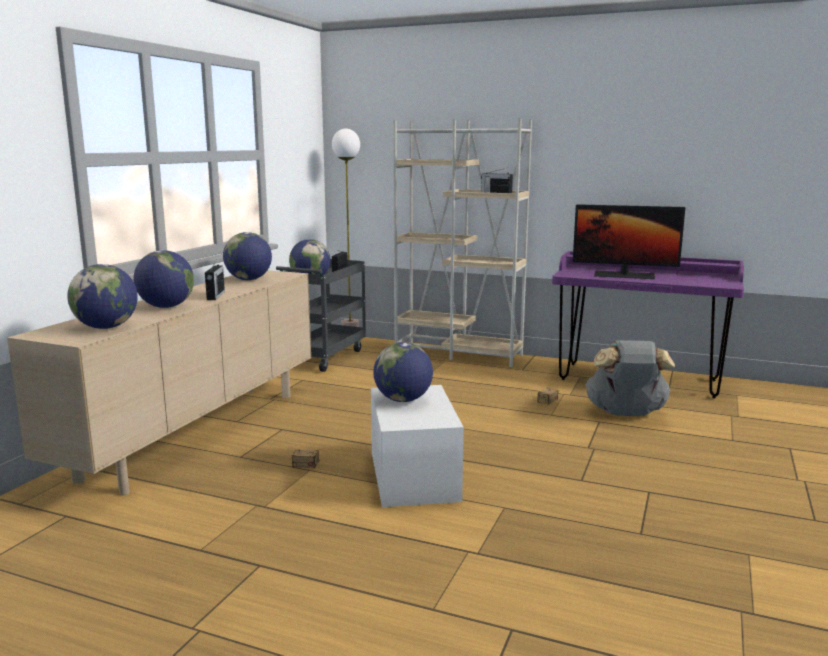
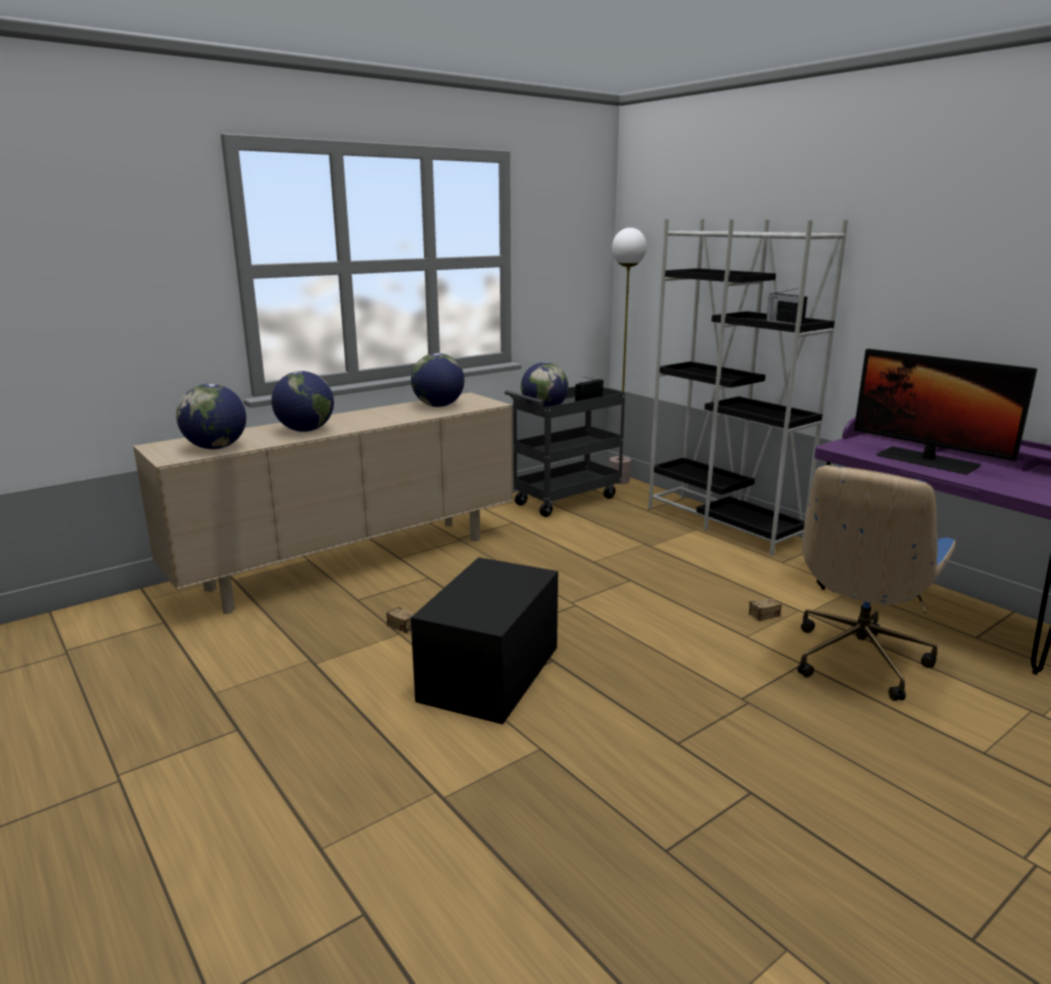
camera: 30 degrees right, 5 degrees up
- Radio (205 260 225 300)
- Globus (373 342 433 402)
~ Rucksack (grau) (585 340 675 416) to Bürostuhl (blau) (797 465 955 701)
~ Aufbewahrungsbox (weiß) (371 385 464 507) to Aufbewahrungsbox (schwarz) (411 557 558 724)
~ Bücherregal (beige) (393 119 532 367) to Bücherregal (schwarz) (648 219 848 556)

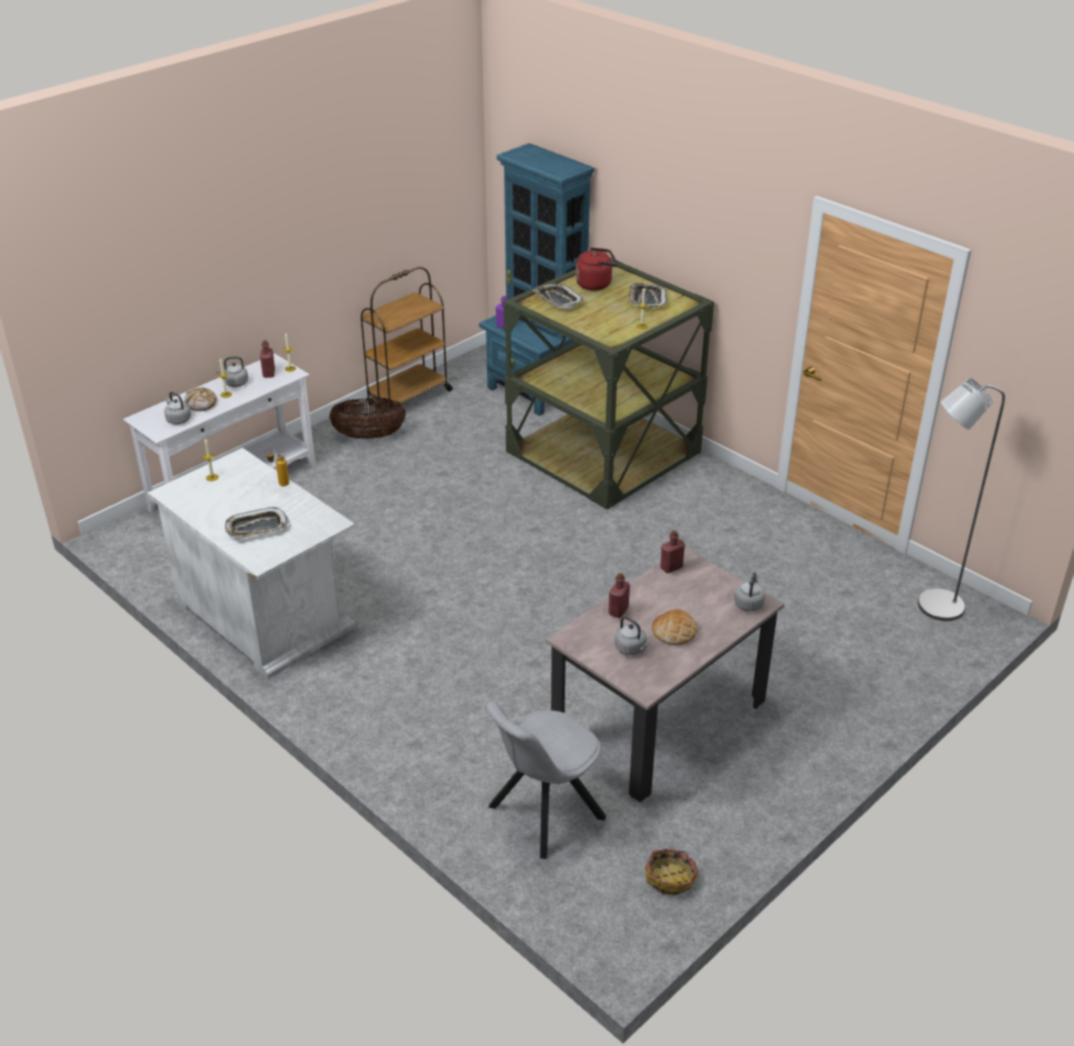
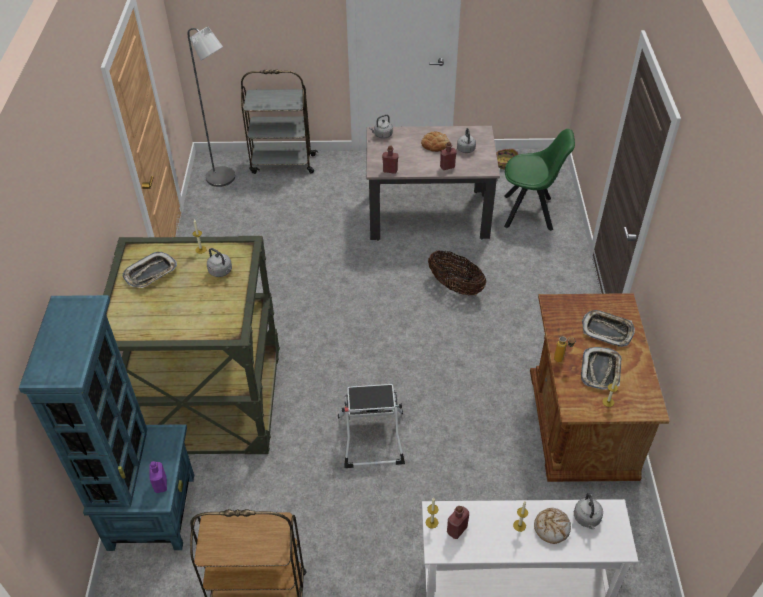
camera: 135 degrees left, 10 degrees up
- Wasserkessel (rot) (576 247 618 290)
+ Rollwagen (grau) (241 70 318 174)
+ Trittleiter (338 384 405 468)
~ Wasserkessel (grau) (215 356 248 387) to (207 248 232 277)
~ Korb (329 398 406 439) to (428 250 486 295)
~ Tablett (533 284 584 308) to (581 347 622 390)
~ Schrank (weiß) (147 448 356 679) to Schrank (braun) (530 293 670 482)
~ Stuhl (grau) (486 701 606 859) to Stuhl (grün) (504 129 575 231)

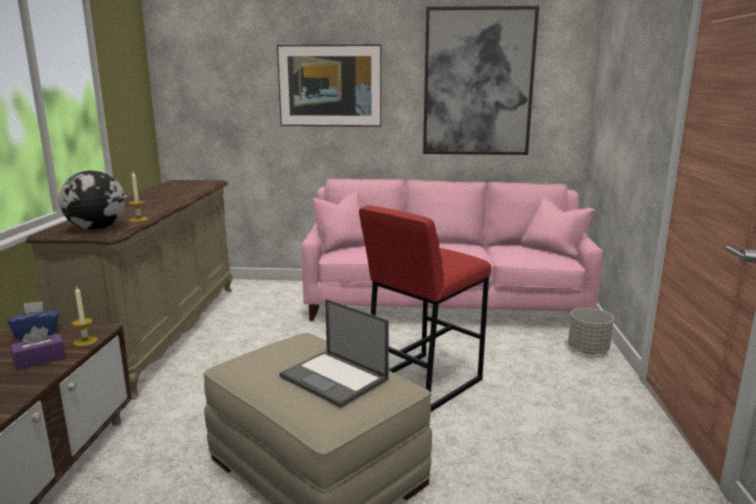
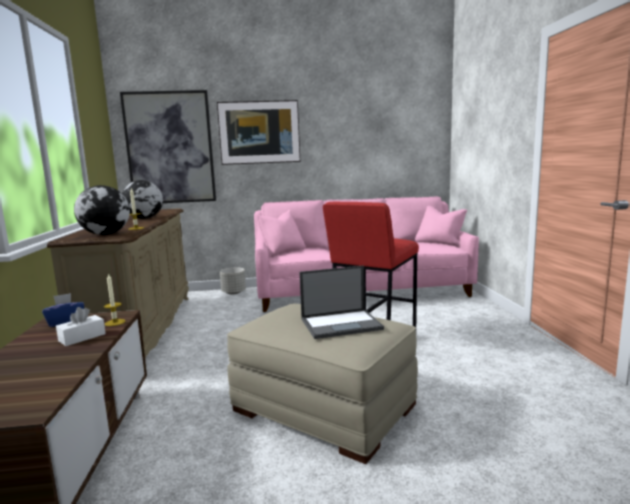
camera: 10 degrees left, 5 degrees down
+ Globus (122 180 163 219)
~ Bild (423 6 539 155) to (120 90 216 203)
~ Pflanzkübel (grau) (568 308 614 354) to (220 267 246 294)
~ Taschentuchbox (lila) (10 326 66 370) to Taschentuchbox (weiß) (56 307 106 346)
~ Laptop (279 299 389 408) = (299 265 384 339) 45 degrees counterclockwise

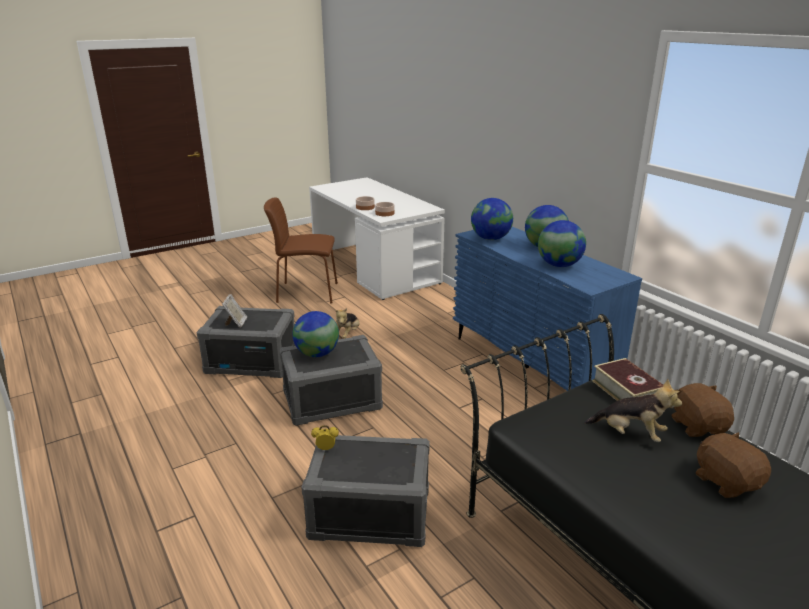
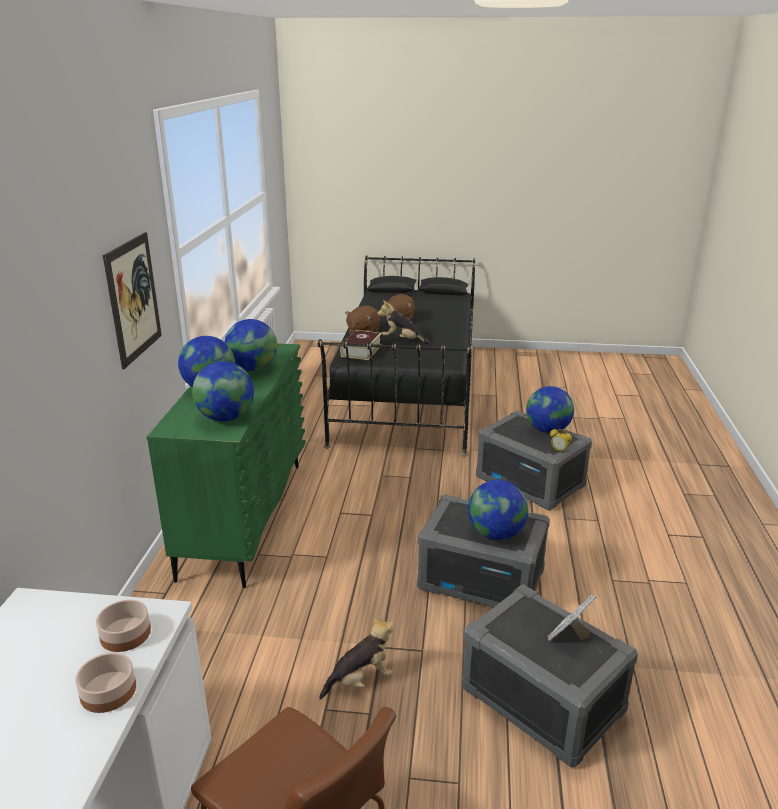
camera: 140 degrees left, 0 degrees up
+ Bild (103 232 162 369)
+ Globus (526 386 574 433)
~ Kommode (blau) (453 227 642 391) to Kommode (grün) (146 343 306 588)
~ Plüschtier (584 379 682 442) = (377 300 430 344) 45 degrees counterclockwise

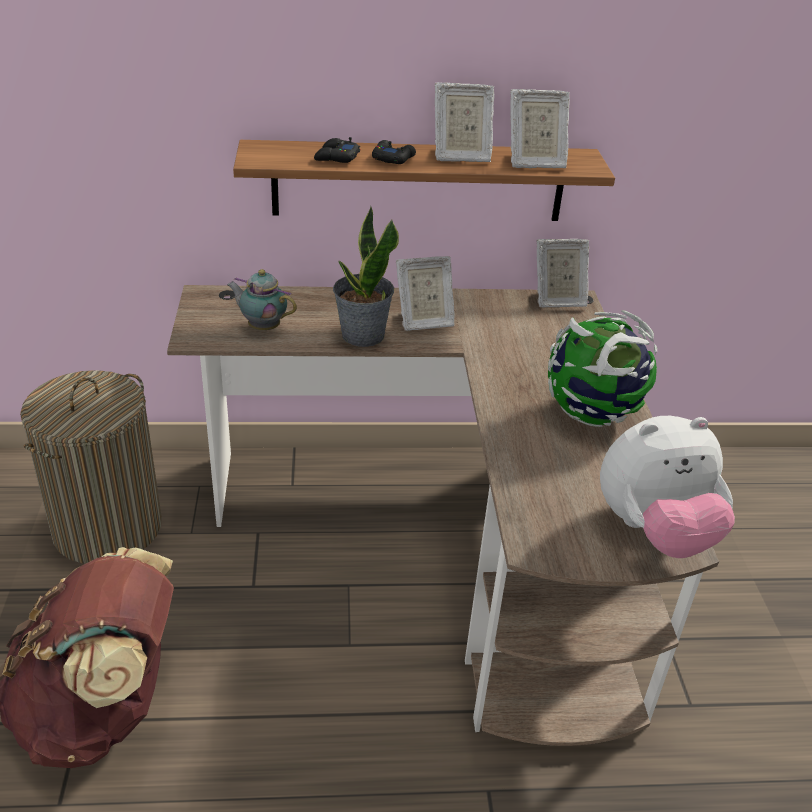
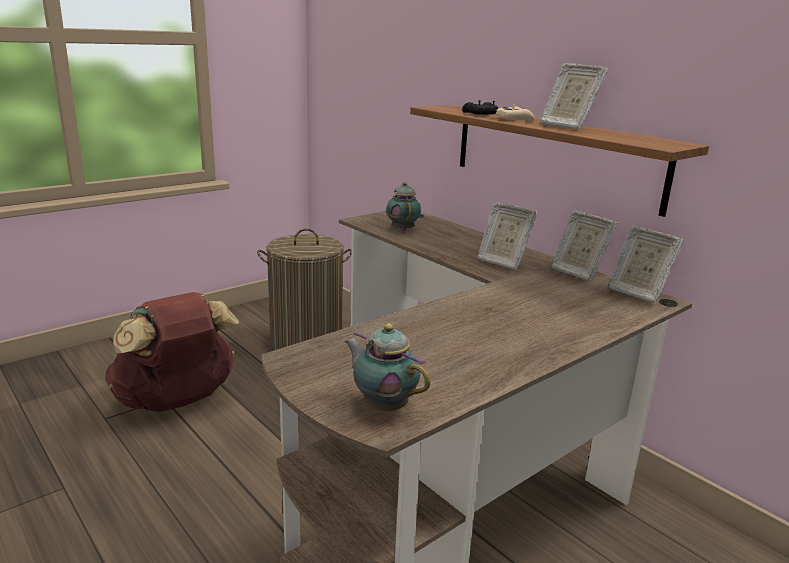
camera: 55 degrees right, 15 degrees down
- Topfpflanze (333 206 399 347)
- Globus (548 310 657 427)
~ Bilderrahmen (510 89 570 168) to (552 210 617 281)
~ Plüschtier (600 416 735 558) to Teekanne (345 323 430 411)
~ Gamepad (schwarz) (372 140 416 164) to Gamepad (beige) (496 105 535 121)

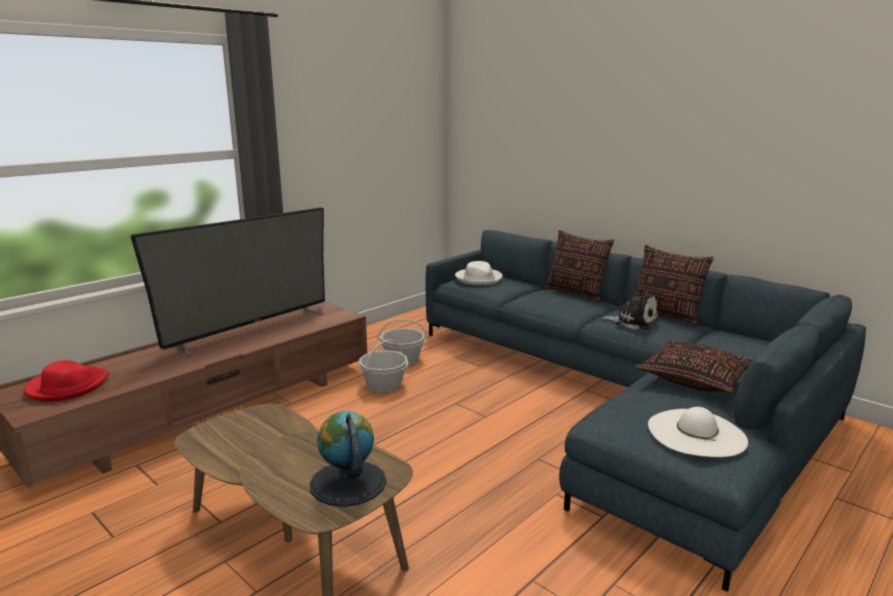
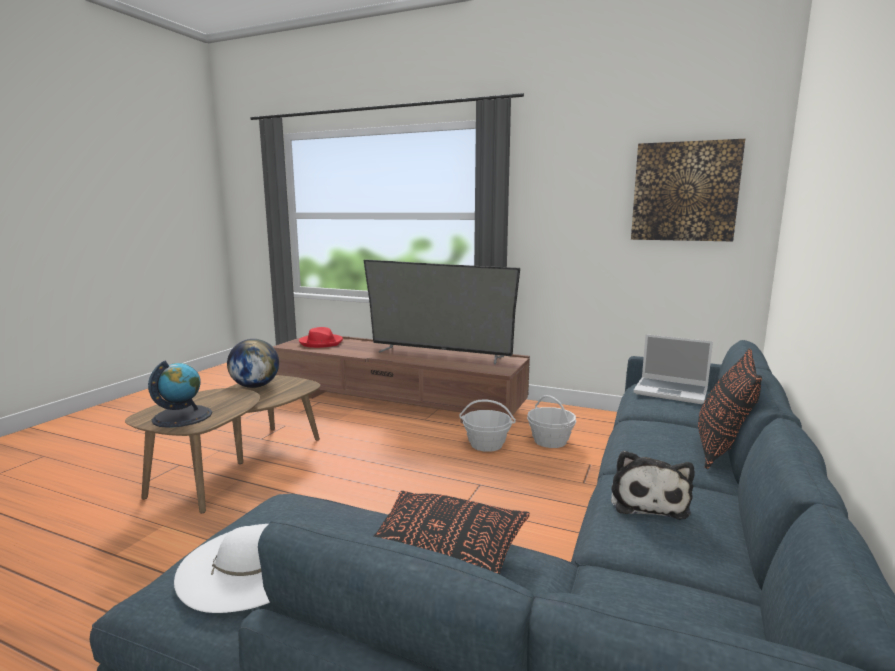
camera: 70 degrees right, 5 degrees down
- Kissen (schwarz) (634 245 713 327)
+ Globus (227 339 279 388)
+ Bild (631 139 745 241)
~ Hut (weiß) (455 261 503 285) to Laptop (633 334 713 404)

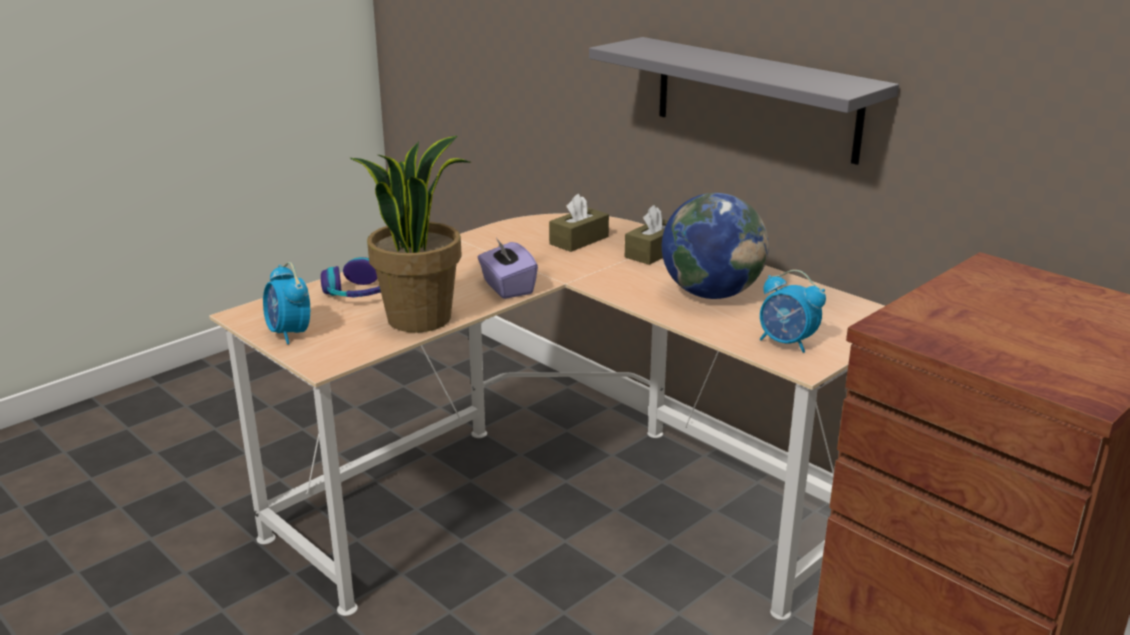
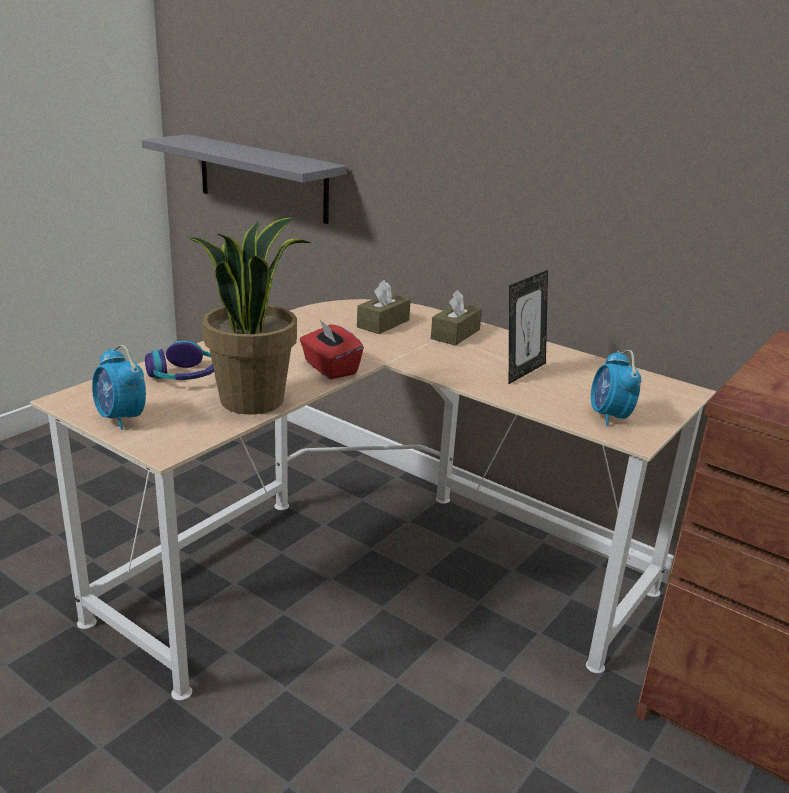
camera: 10 degrees left, 0 degrees up
~ Wandregal (grau) (589 37 899 165) to (142 134 347 224)
~ Globus (662 193 769 299) to Bilderrahmen (509 270 548 384)
~ Taschentuchbox (lila) (478 238 538 299) to Taschentuchbox (rot) (300 320 364 379)
~ Wecker (760 270 826 353) = (591 350 641 426) 60 degrees clockwise

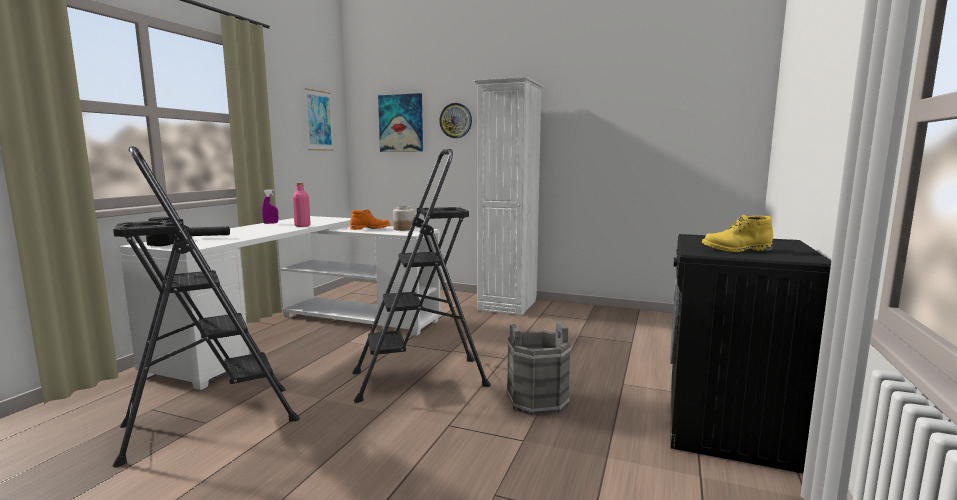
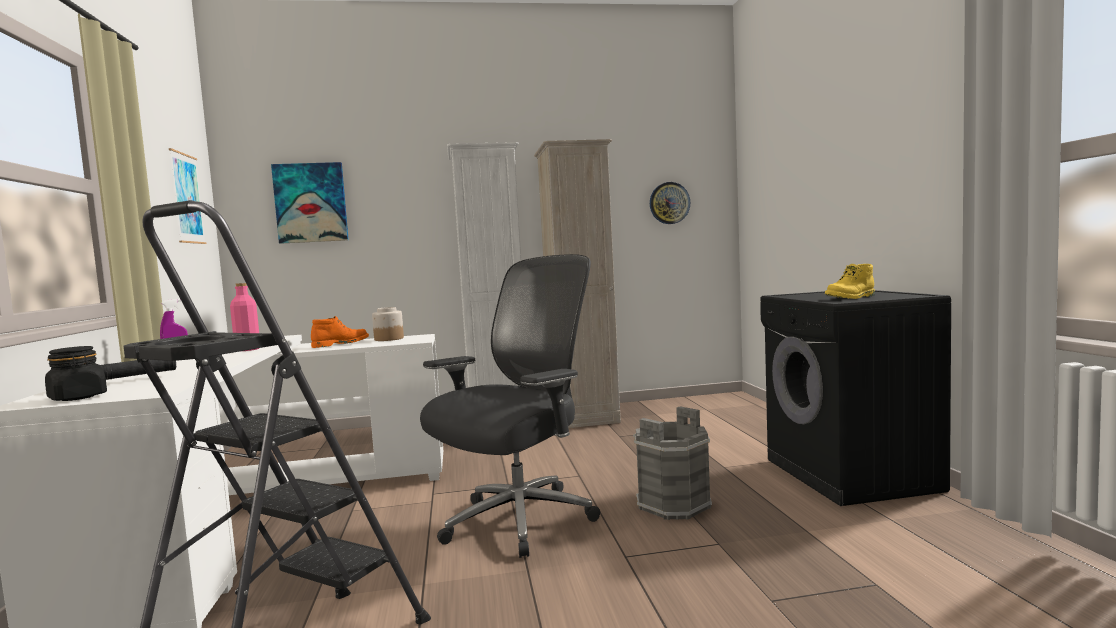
camera: 30 degrees left, 5 degrees down
+ Schrank (beige) (534 139 621 428)
~ Wanduhr (439 103 472 138) to (650 182 690 224)
~ Trittleiter (352 149 491 403) to Bürostuhl (420 254 600 558)

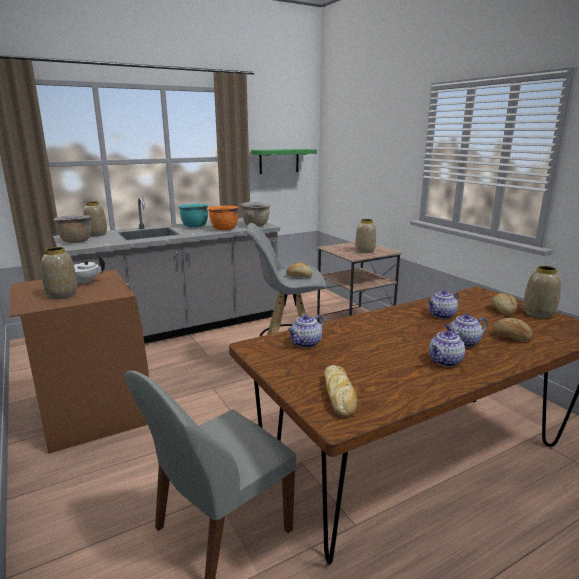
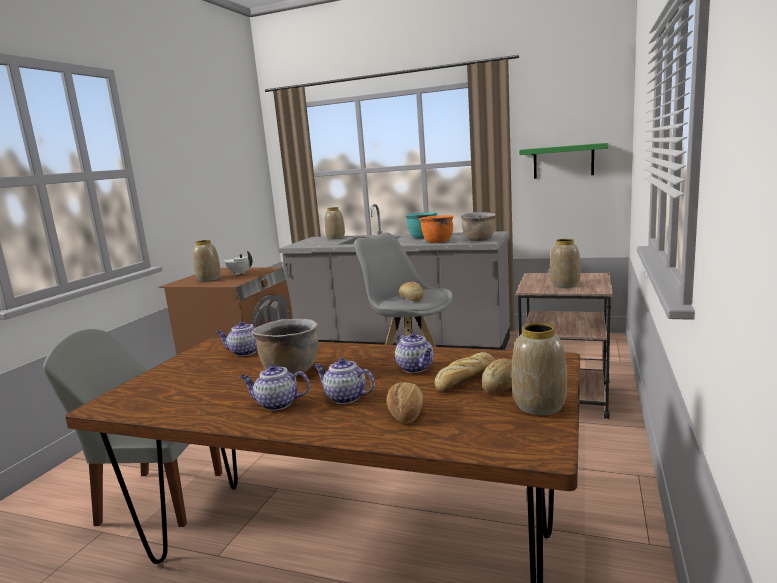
camera: 50 degrees right, 5 degrees down
~ Kochtopf (braun) (54 215 92 243) to (252 319 319 375)
~ Brot (324 365 357 418) to (434 352 495 392)
~ Teekanne (428 290 459 319) = (395 332 434 373) 135 degrees counterclockwise

